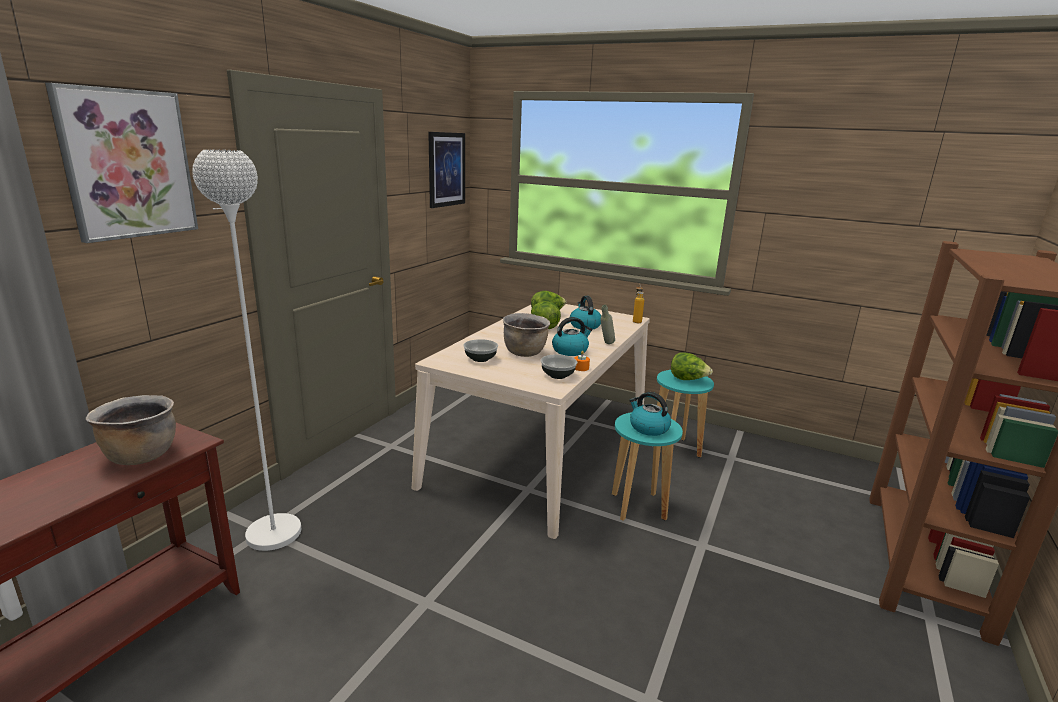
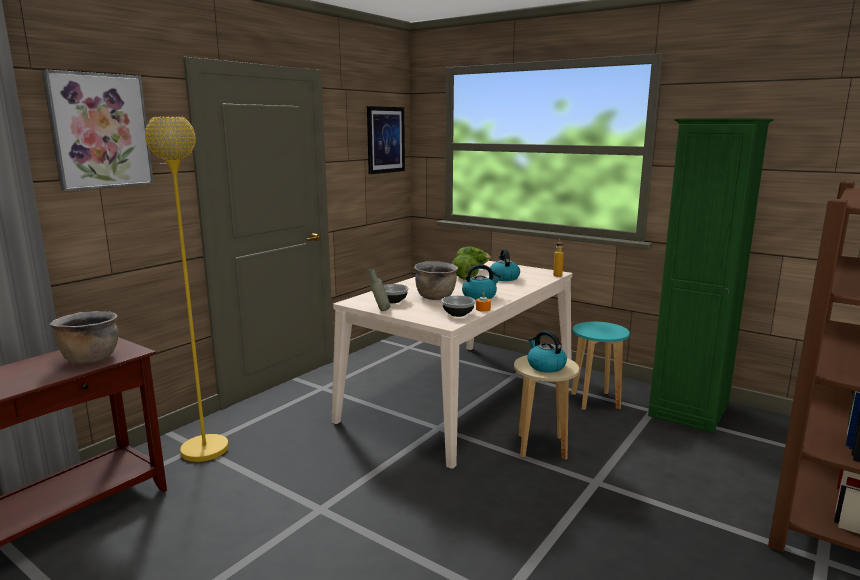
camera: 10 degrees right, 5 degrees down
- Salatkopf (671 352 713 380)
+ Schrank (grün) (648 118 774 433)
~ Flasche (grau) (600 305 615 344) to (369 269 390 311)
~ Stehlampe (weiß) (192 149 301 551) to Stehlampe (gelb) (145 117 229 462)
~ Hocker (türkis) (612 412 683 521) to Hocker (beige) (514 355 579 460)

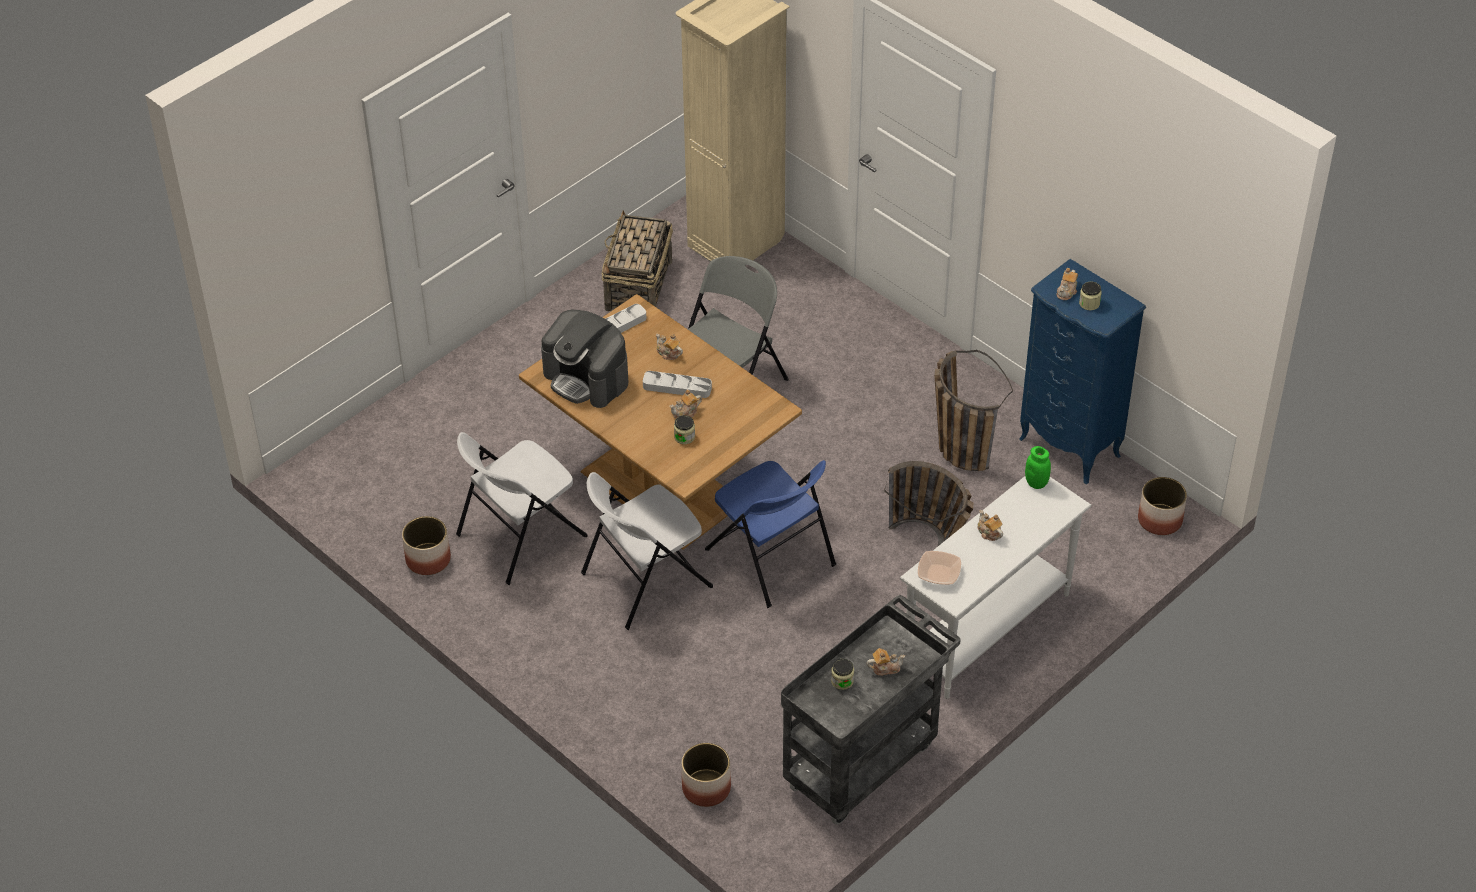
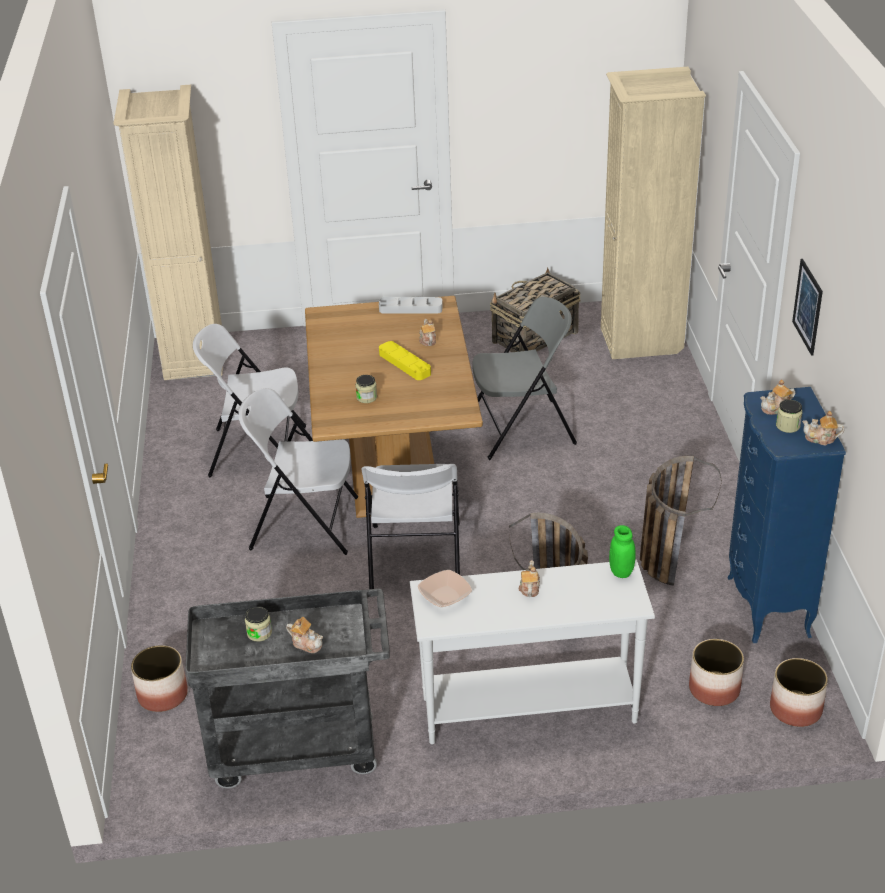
camera: 40 degrees right, 10 degrees down
- Kaffeemaschine (541 310 628 408)
+ Schrank (beige) (113 85 223 380)
+ Bild (792 259 823 356)
~ Pflanzkübel (402 516 451 575) to (689 639 744 706)
~ Teekanne (669 389 702 418) to (802 411 845 445)
~ Tablett (grau) (643 371 712 398) to Tablett (gelb) (379 341 431 380)
~ Stuhl (blau) (705 460 836 608) to Stuhl (weiß) (362 464 460 589)

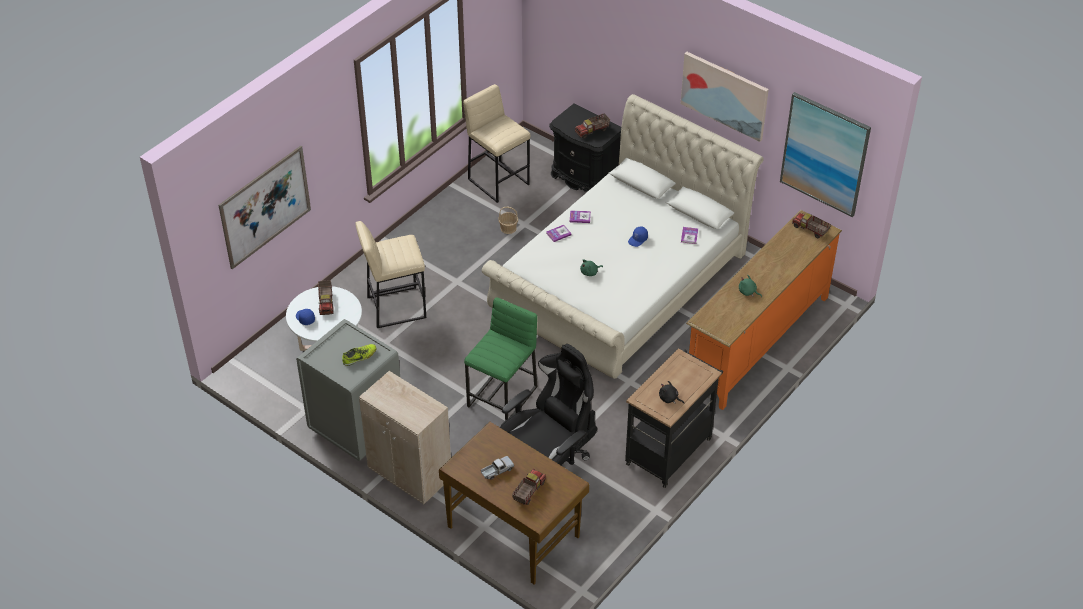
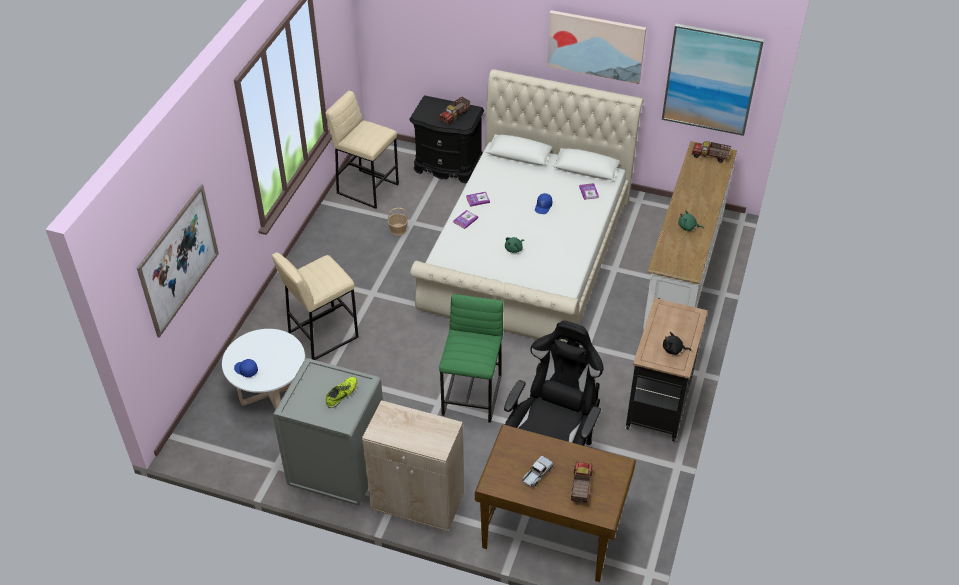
camera: 20 degrees left, 0 degrees up
- Spielzeuglaster (318 280 334 315)
~ Schrank (orange) (686 210 842 410) to Schrank (weiß) (643 141 737 330)

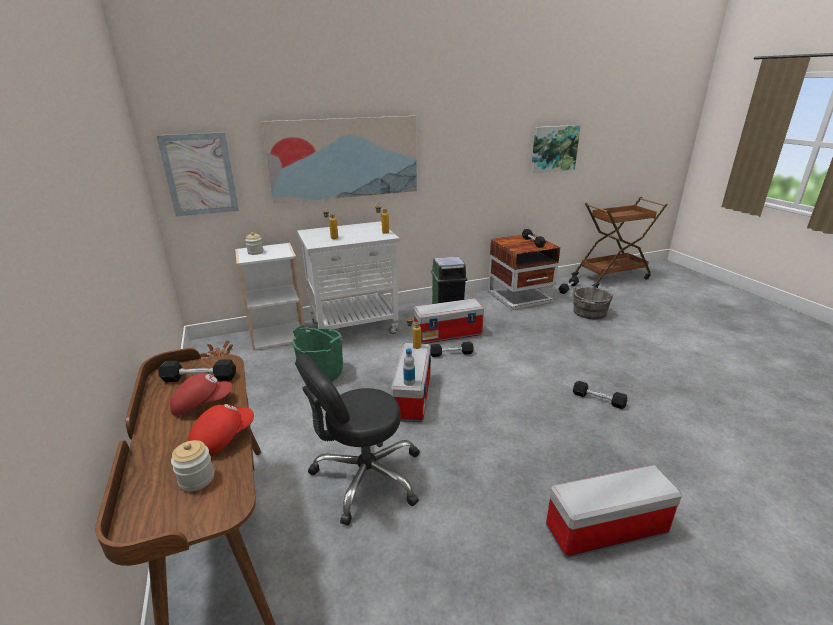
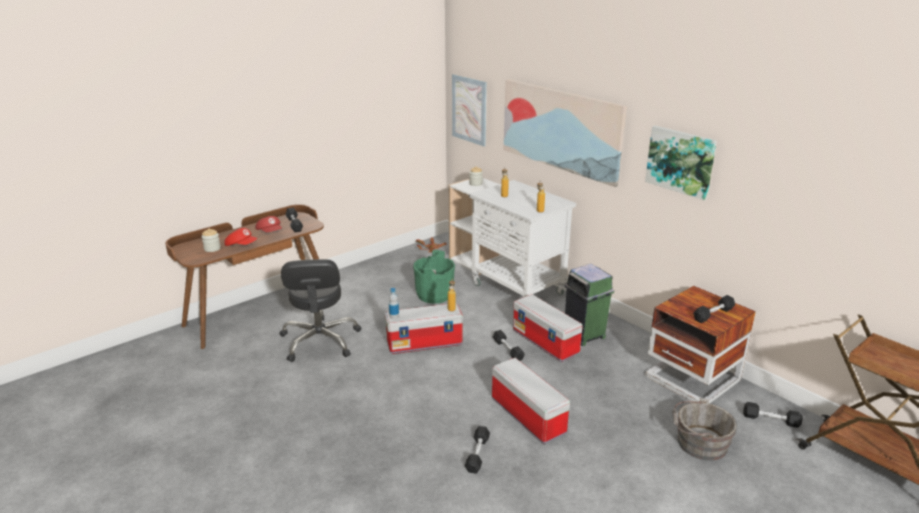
camera: 70 degrees right, 0 degrees up
~ Bild (531 125 581 173) to (645 126 717 200)
~ Aufbewahrungsbox (546 465 682 558) to (492 358 570 444)
~ Bürostuhl (schwarz) (295 354 420 526) = (279 259 362 362) 135 degrees counterclockwise

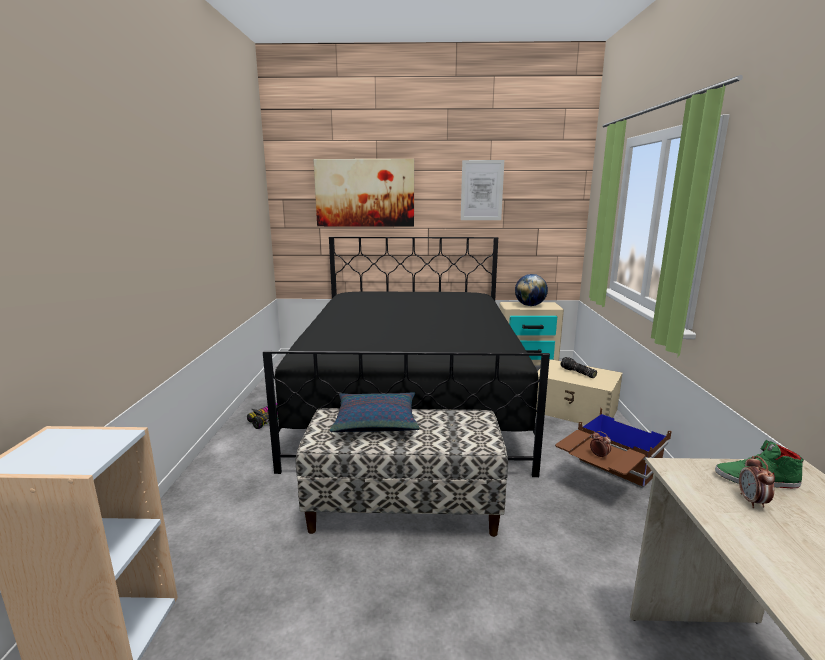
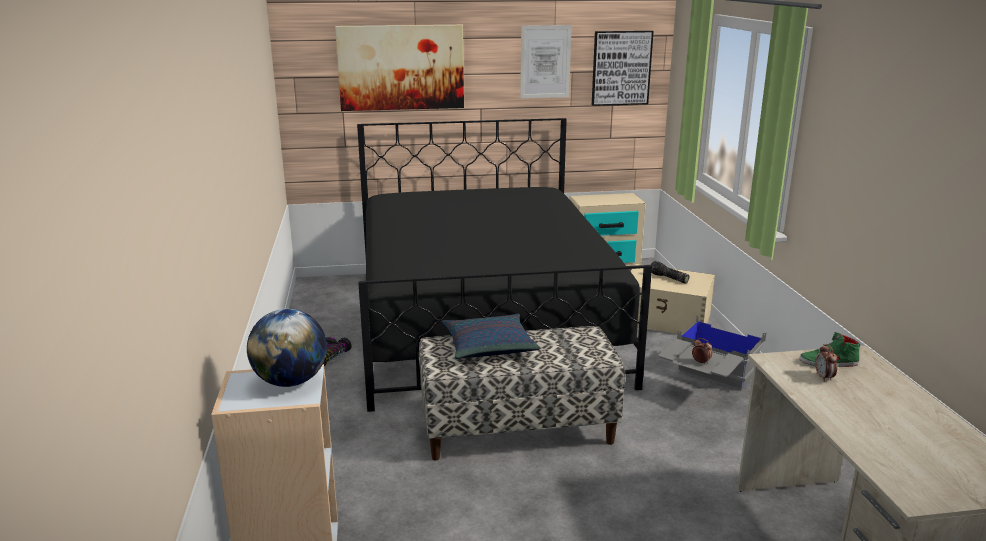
camera: 10 degrees left, 5 degrees up
+ Bild (592 31 654 106)
~ Globus (515 274 548 306) to (247 309 327 387)
~ Aufbewahrungsbox (braun) (555 408 672 488) to Aufbewahrungsbox (grau) (658 315 766 390)

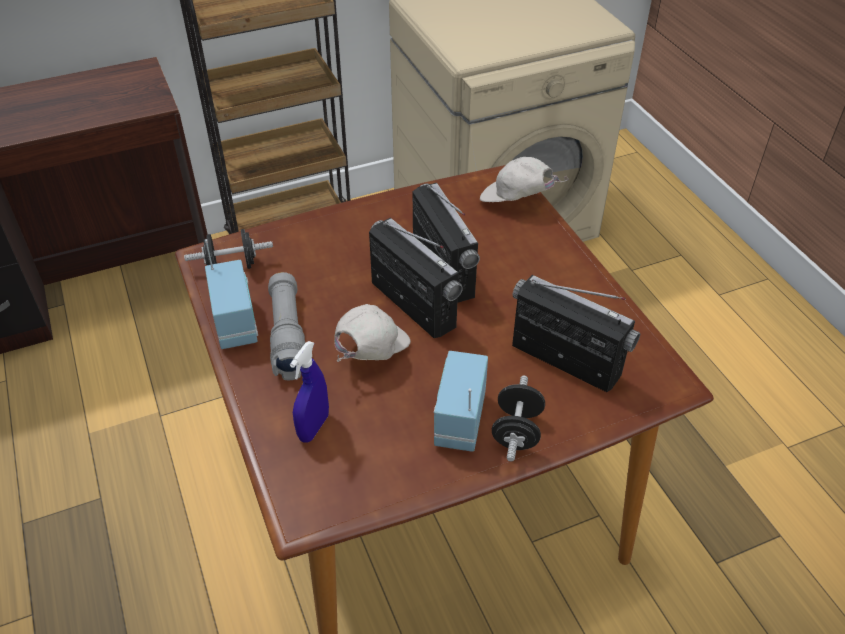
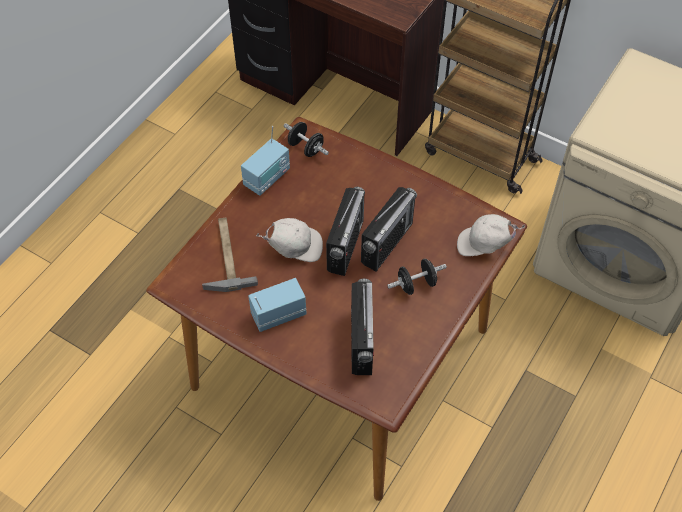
camera: 55 degrees right, 10 degrees up
- Taschenlampe (grau) (268 272 305 380)
~ Hantel (schwarz) (492 376 545 462) to (387 259 447 295)
~ Sprühflasche (blau) (290 341 329 443) to Hammer (202 217 258 292)
~ Kappe (weiß) (480 157 568 202) = (457 214 525 256) 75 degrees counterclockwise

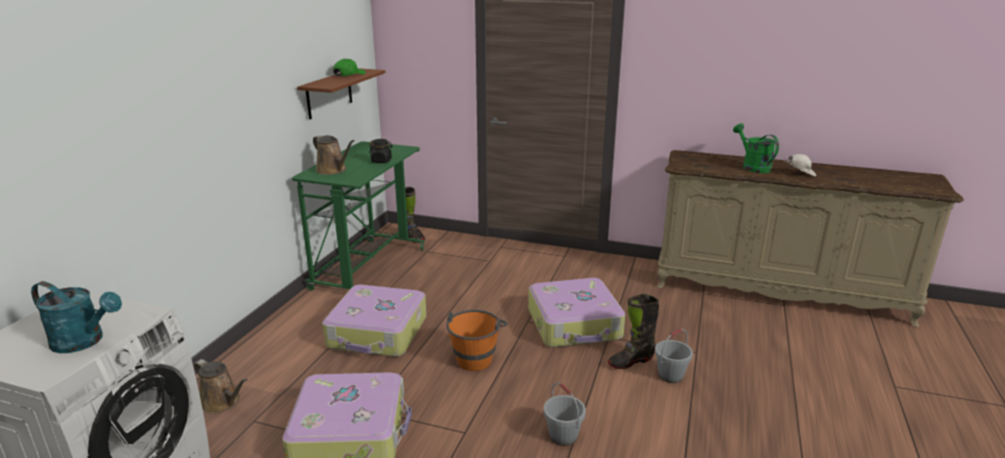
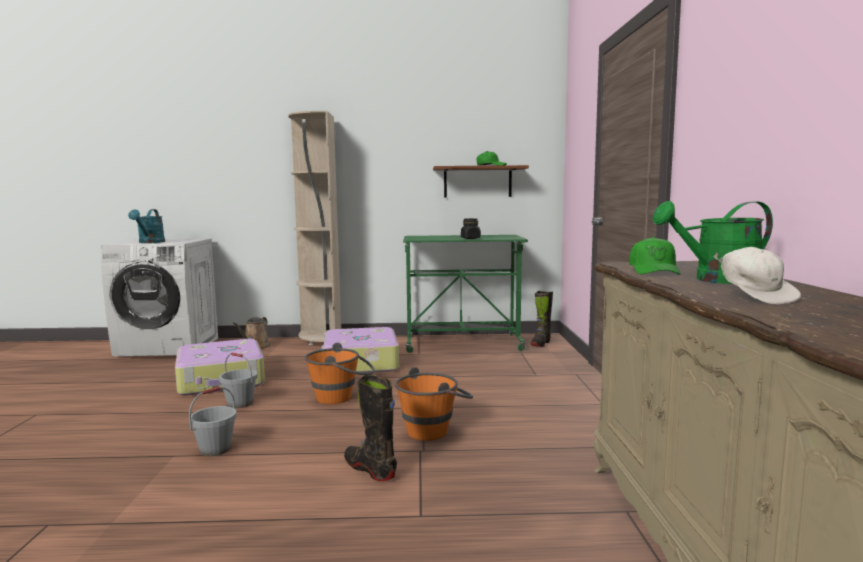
camera: 70 degrees right, 15 degrees down
- Gießkanne (braun) (313 135 355 175)
+ Bücherregal (beige) (288 111 341 345)
+ Kappe (grün) (629 237 681 275)
~ Eimer (grau) (655 329 693 383) to (219 352 257 408)
~ Koffer (528 278 625 347) to Eimer (orange) (395 367 473 441)
~ Gießkanne (grün) (733 123 779 173) = (652 201 773 284) 150 degrees counterclockwise

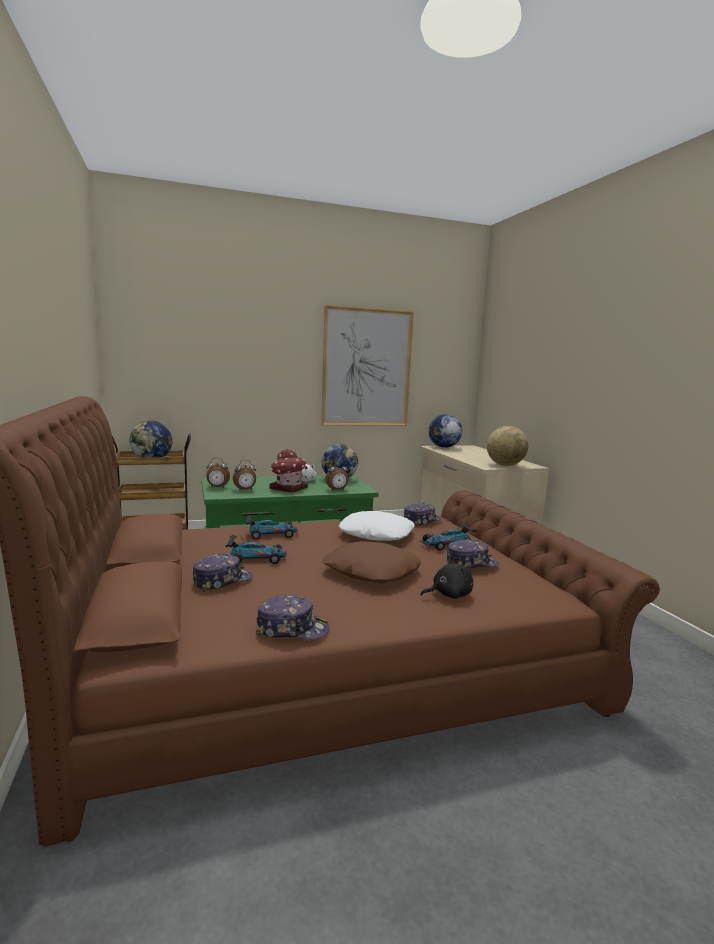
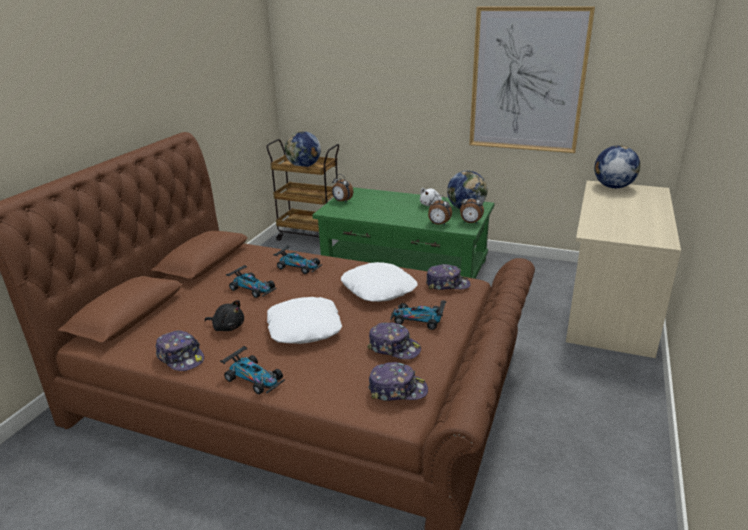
camera: 40 degrees right, 15 degrees up
- Spielzeughaus (269 449 308 493)
- Globus (487 426 528 466)
+ Spielzeugauto (220 346 285 394)
~ Kappe (193 554 253 592) to (368 362 428 401)
~ Wecker (233 460 256 491) to (460 193 484 224)
~ Plüschtier (schwarz) (420 557 473 599) to (205 300 244 331)
~ Kissen (braun) (322 541 421 583) to Kissen (weiß) (267 297 342 344)

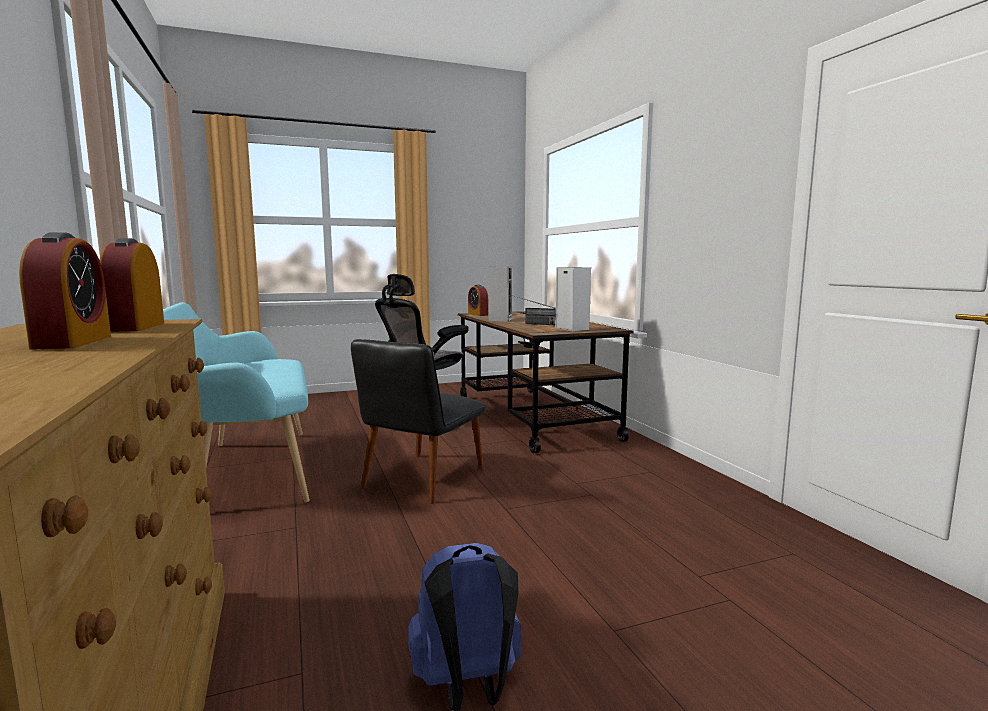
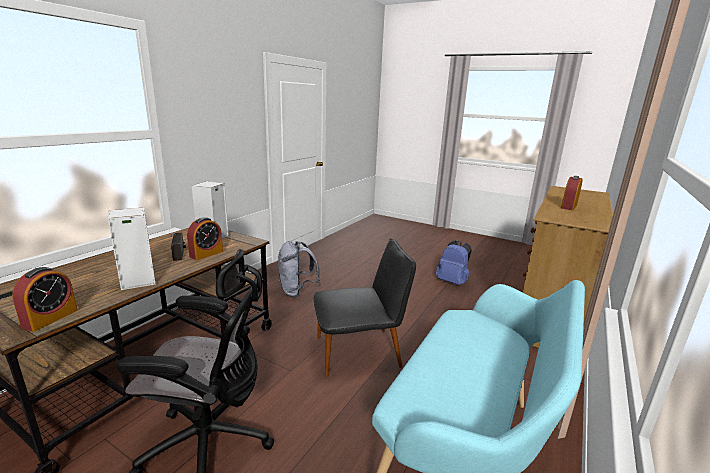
camera: 130 degrees left, 10 degrees up
+ Rucksack (grau) (278 241 320 297)
~ Wecker (99 238 164 332) to (187 217 223 260)

